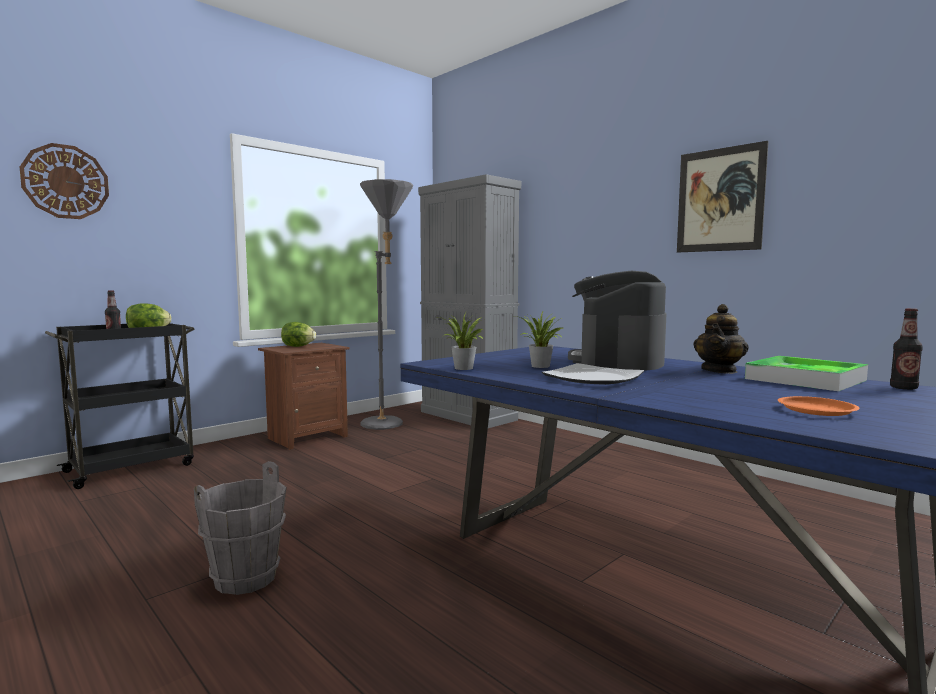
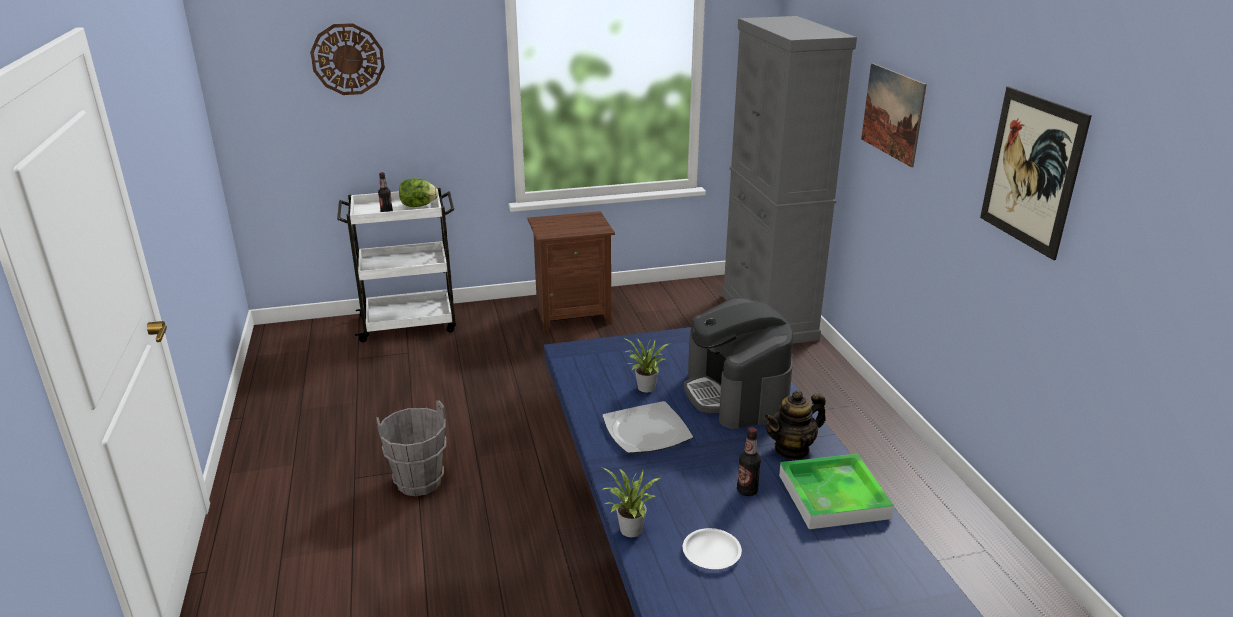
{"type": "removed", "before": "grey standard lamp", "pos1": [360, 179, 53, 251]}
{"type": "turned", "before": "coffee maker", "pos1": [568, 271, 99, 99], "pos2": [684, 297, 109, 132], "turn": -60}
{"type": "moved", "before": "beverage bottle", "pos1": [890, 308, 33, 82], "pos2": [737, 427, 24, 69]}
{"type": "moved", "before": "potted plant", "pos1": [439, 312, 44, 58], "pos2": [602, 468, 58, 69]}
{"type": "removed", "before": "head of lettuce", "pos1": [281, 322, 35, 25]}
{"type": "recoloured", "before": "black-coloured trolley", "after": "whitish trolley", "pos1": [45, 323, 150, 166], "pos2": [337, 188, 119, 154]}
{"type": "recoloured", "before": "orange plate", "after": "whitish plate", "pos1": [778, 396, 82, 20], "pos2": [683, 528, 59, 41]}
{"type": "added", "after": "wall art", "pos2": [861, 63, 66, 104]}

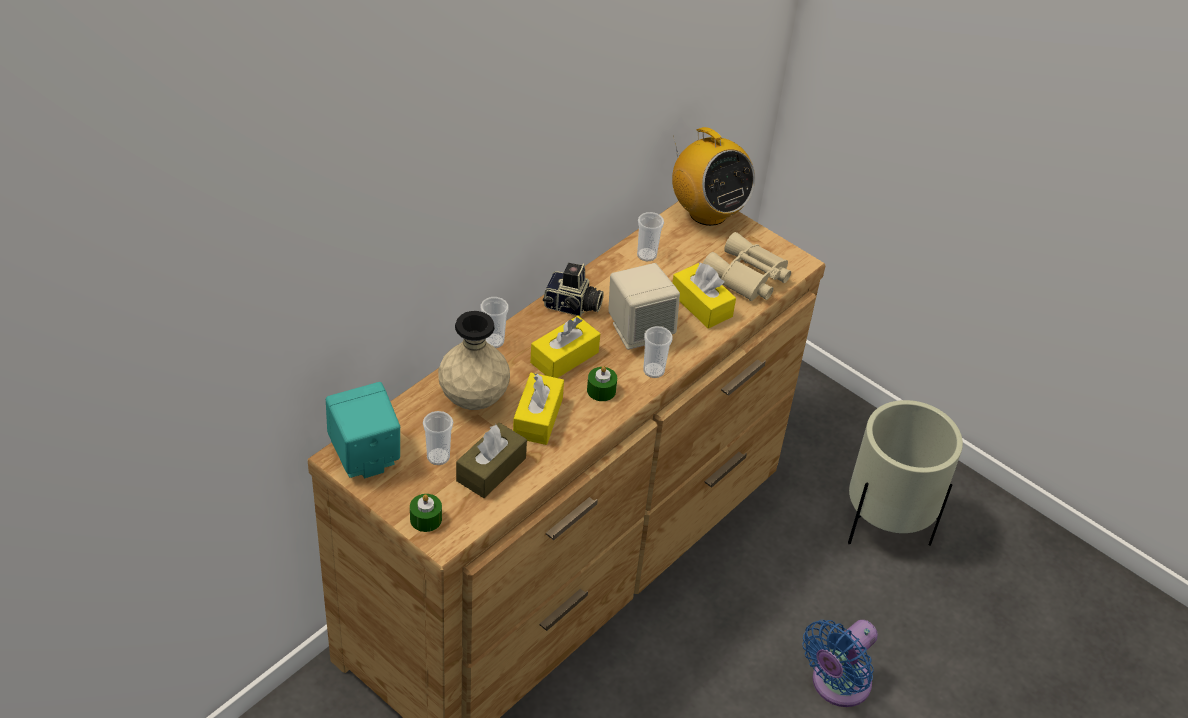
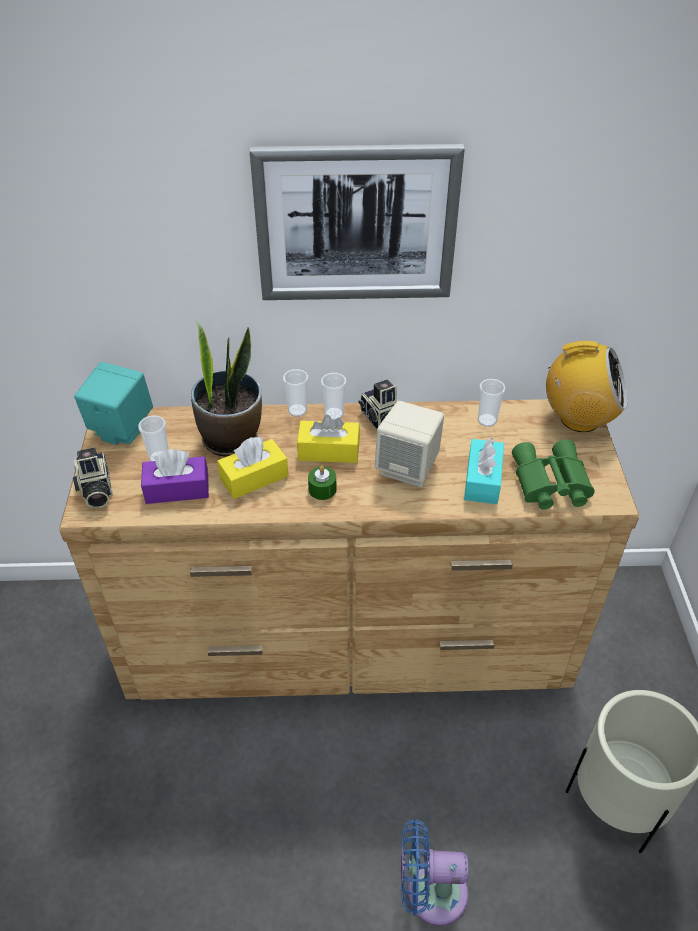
{"type": "turned", "before": "radio", "pos1": [672, 127, 83, 99], "pos2": [546, 341, 82, 91], "turn": -90}
{"type": "recoloured", "before": "sand-coloured field glasses", "after": "green field glasses", "pos1": [703, 232, 88, 69], "pos2": [512, 439, 83, 71]}
{"type": "recoloured", "before": "yellow-coloured tissue holder", "after": "blue-green tissue holder", "pos1": [672, 262, 64, 67], "pos2": [464, 438, 40, 66]}
{"type": "replaced", "before": "sand-coloured vase", "after": "potted plant", "pos1": [438, 311, 72, 99], "pos2": [191, 321, 71, 136]}
{"type": "moved", "before": "small cup", "pos1": [643, 326, 30, 52], "pos2": [321, 373, 25, 47]}
{"type": "recoloured", "before": "brownish tissue holder", "after": "purplish tissue holder", "pos1": [456, 423, 71, 75], "pos2": [141, 449, 68, 55]}
{"type": "replaced", "before": "green wax candle", "after": "still camera", "pos1": [410, 494, 32, 38], "pos2": [73, 447, 40, 62]}
{"type": "added", "after": "wall art", "pos2": [250, 144, 215, 156]}

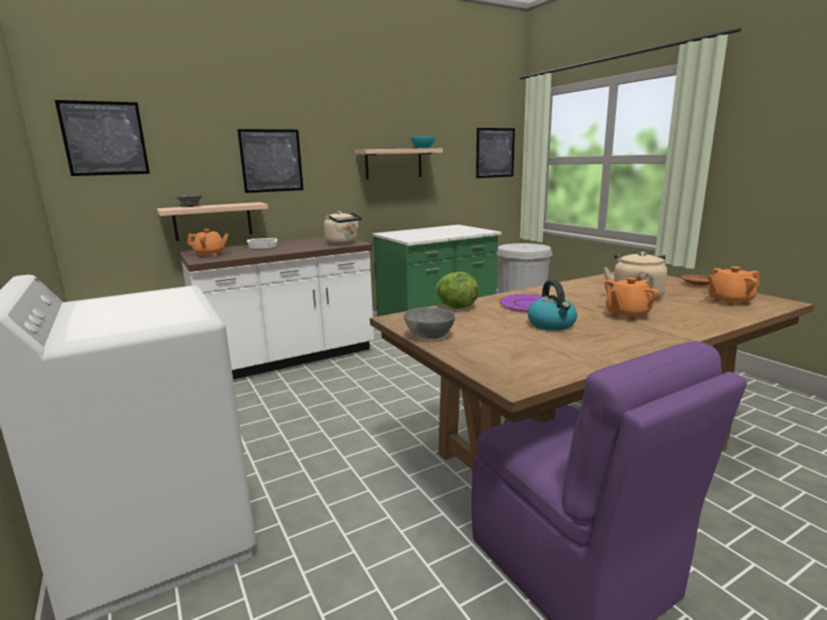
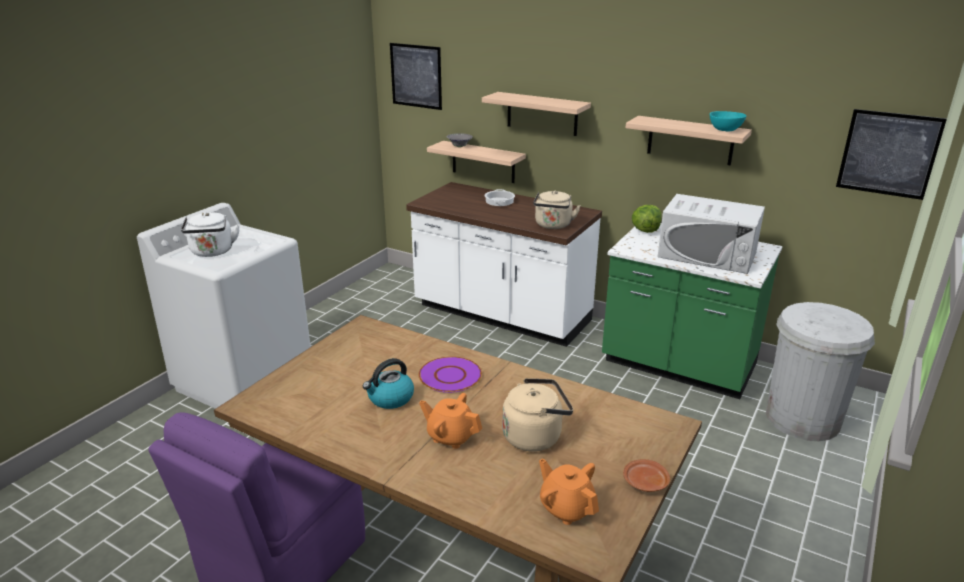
{"type": "replaced", "before": "wall art", "after": "wall shelf", "pos1": [237, 129, 66, 64], "pos2": [482, 92, 109, 44]}
{"type": "removed", "before": "orange pot for tea", "pos1": [187, 229, 42, 28]}
{"type": "moved", "before": "head of lettuce", "pos1": [436, 272, 43, 37], "pos2": [632, 205, 29, 28]}
{"type": "removed", "before": "grey bowl", "pos1": [404, 307, 51, 32]}
{"type": "added", "after": "whitish kitchen microwave", "pos2": [658, 194, 107, 80]}
{"type": "added", "after": "whitish kettle", "pos2": [181, 212, 59, 45]}

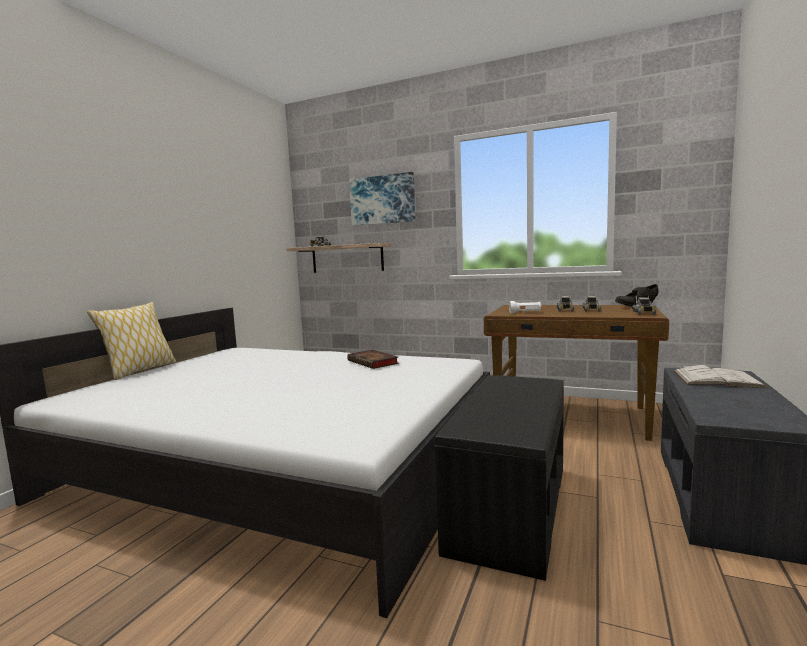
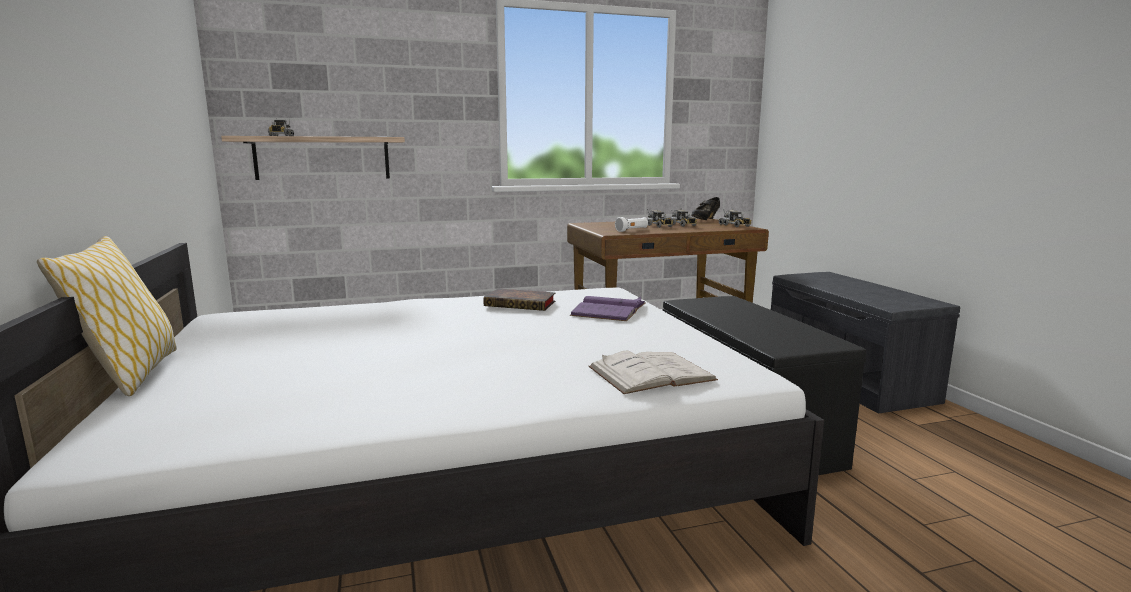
{"type": "removed", "before": "wall art", "pos1": [349, 172, 66, 54]}
{"type": "moved", "before": "whitish bound book", "pos1": [674, 365, 94, 23], "pos2": [588, 351, 130, 43]}
{"type": "added", "after": "purplish bound book", "pos2": [570, 296, 75, 25]}

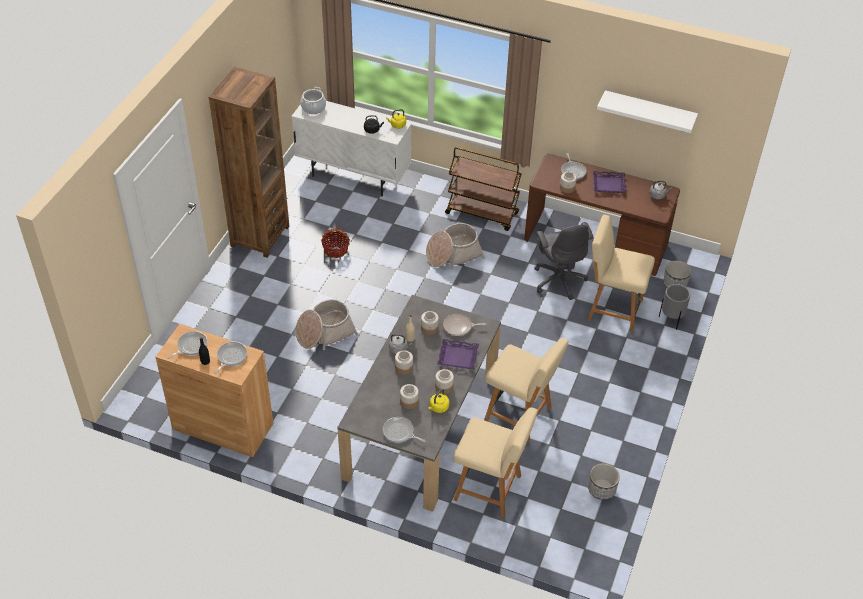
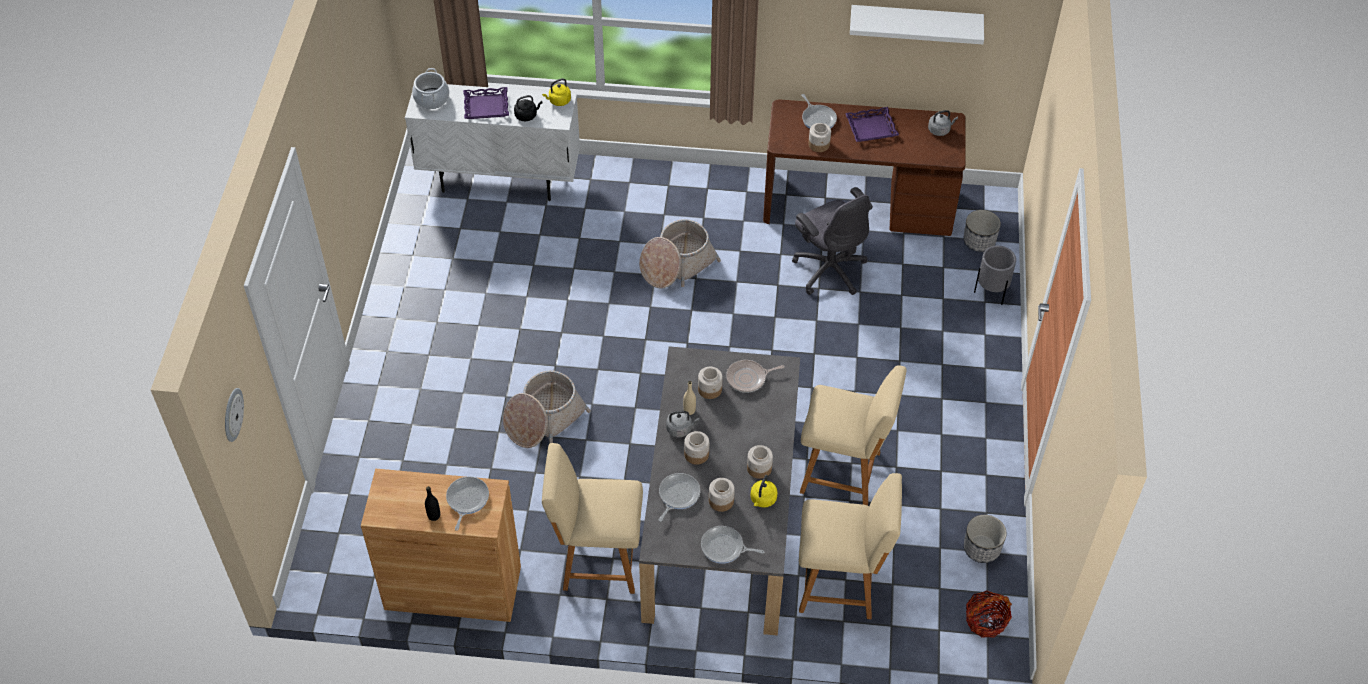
{"type": "removed", "before": "brownish bookcase", "pos1": [209, 67, 80, 191]}
{"type": "removed", "before": "brownish trolley", "pos1": [445, 147, 77, 84]}
{"type": "moved", "before": "sand-coloured plain chair", "pos1": [587, 215, 68, 117], "pos2": [542, 443, 101, 151]}
{"type": "moved", "before": "storage basket", "pos1": [321, 228, 29, 30], "pos2": [966, 590, 46, 48]}
{"type": "moved", "before": "skillet", "pos1": [168, 331, 40, 28], "pos2": [659, 473, 41, 49]}
{"type": "moved", "before": "purplish tray", "pos1": [437, 339, 42, 31], "pos2": [463, 87, 46, 32]}
{"type": "added", "after": "hanging clock", "pos2": [225, 388, 19, 54]}

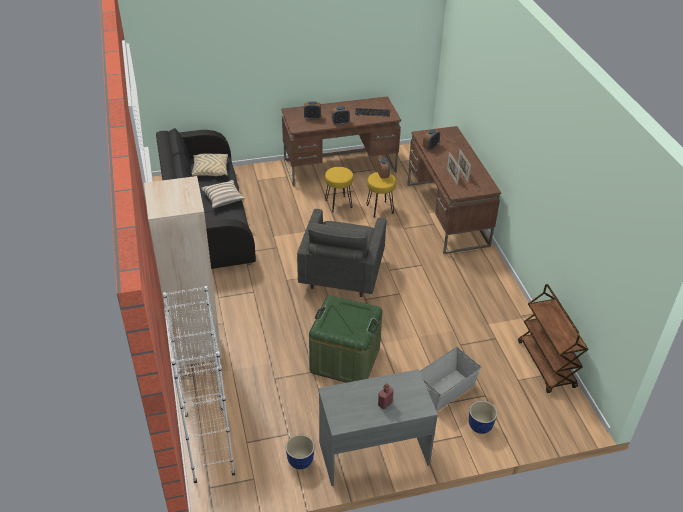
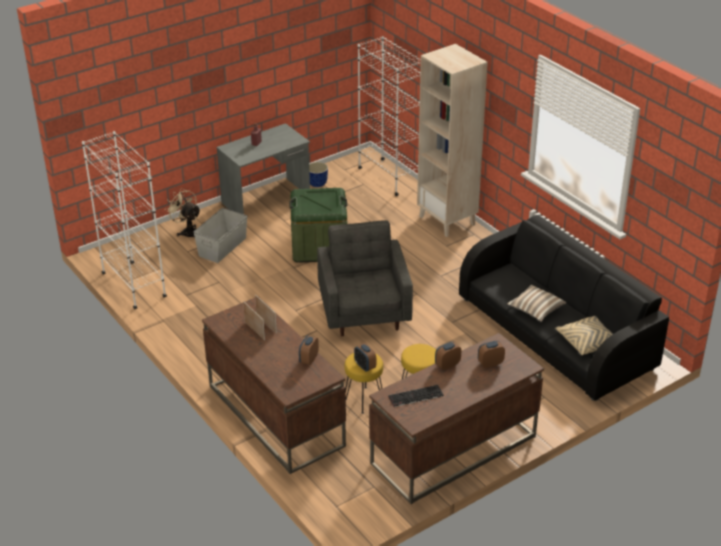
{"type": "replaced", "before": "brownish trolley", "after": "whitish bookcase", "pos1": [518, 284, 70, 109], "pos2": [82, 131, 85, 178]}
{"type": "replaced", "before": "flower pot", "after": "sand-coloured electric fan", "pos1": [469, 401, 28, 33], "pos2": [165, 188, 36, 49]}

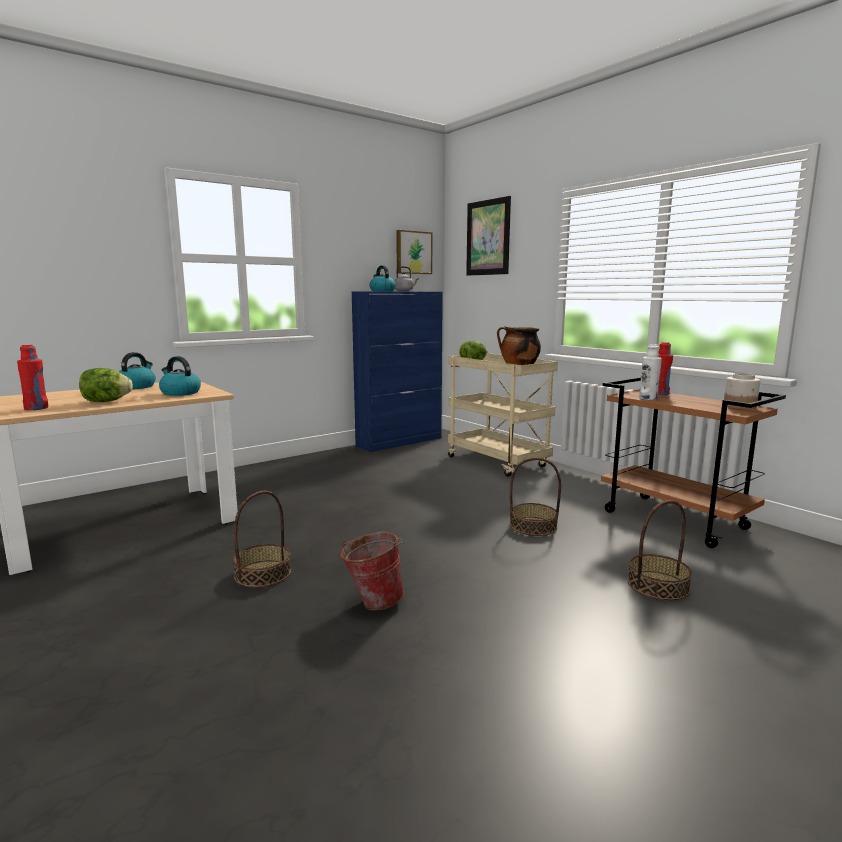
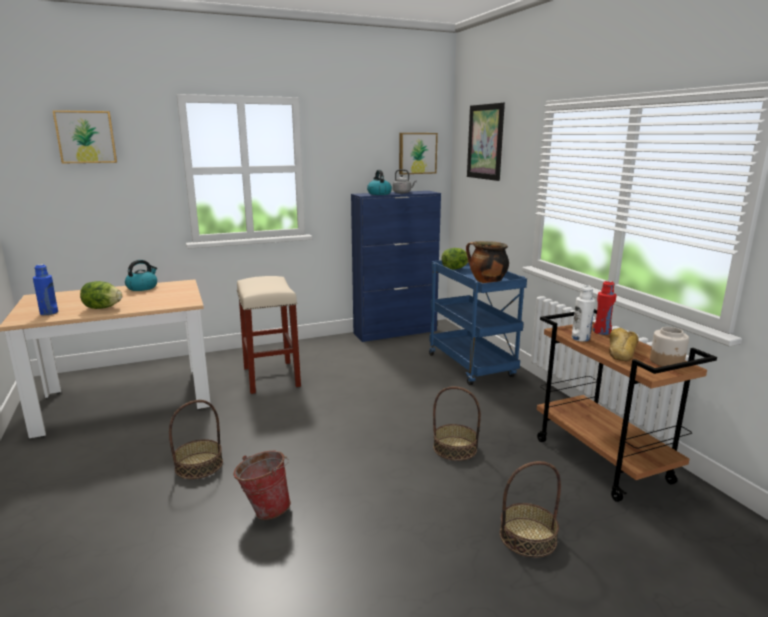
{"type": "recoloured", "before": "red-coloured beverage bottle", "after": "blue beverage bottle", "pos1": [17, 344, 31, 66], "pos2": [33, 264, 25, 51]}
{"type": "recoloured", "before": "sand-coloured trolley", "after": "blue trolley", "pos1": [448, 353, 110, 124], "pos2": [429, 260, 98, 125]}
{"type": "removed", "before": "kettle", "pos1": [159, 356, 42, 40]}
{"type": "added", "after": "wall art", "pos2": [52, 110, 65, 54]}
{"type": "added", "after": "sand-coloured stool", "pos2": [237, 276, 64, 118]}
{"type": "added", "after": "bread", "pos2": [609, 328, 30, 33]}

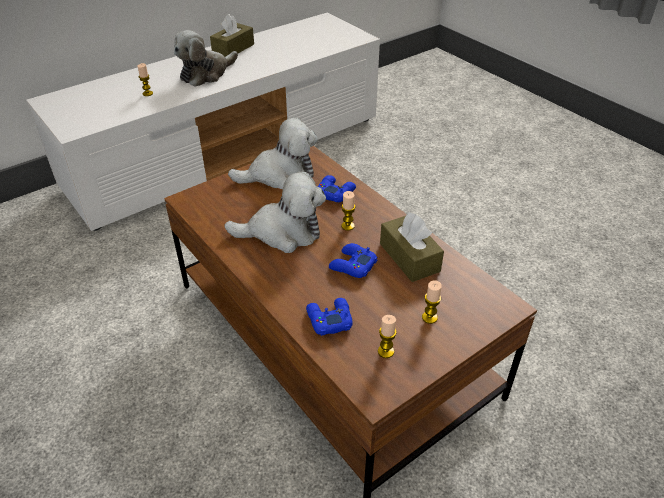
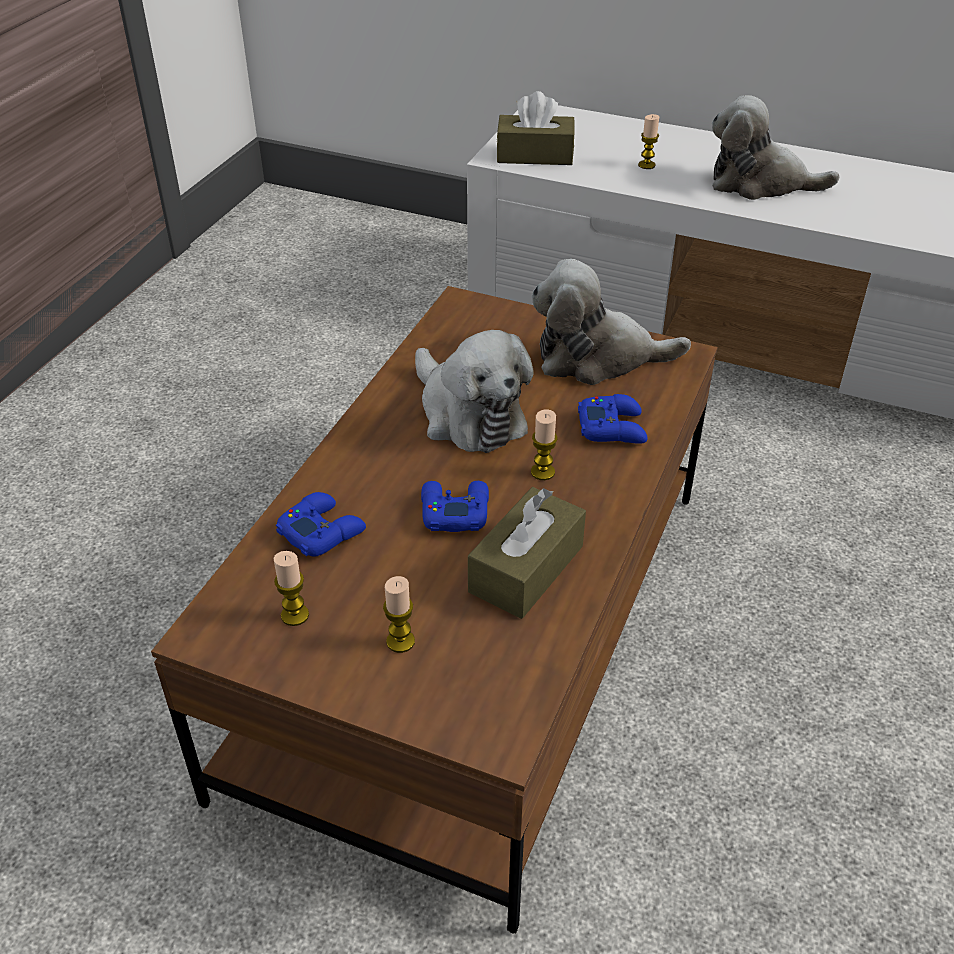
{"type": "moved", "before": "brownish tissue holder", "pos1": [210, 14, 44, 43], "pos2": [497, 91, 78, 74]}
{"type": "turned", "before": "cuddly toy", "pos1": [228, 117, 90, 72], "pos2": [531, 259, 160, 126], "turn": 135}

